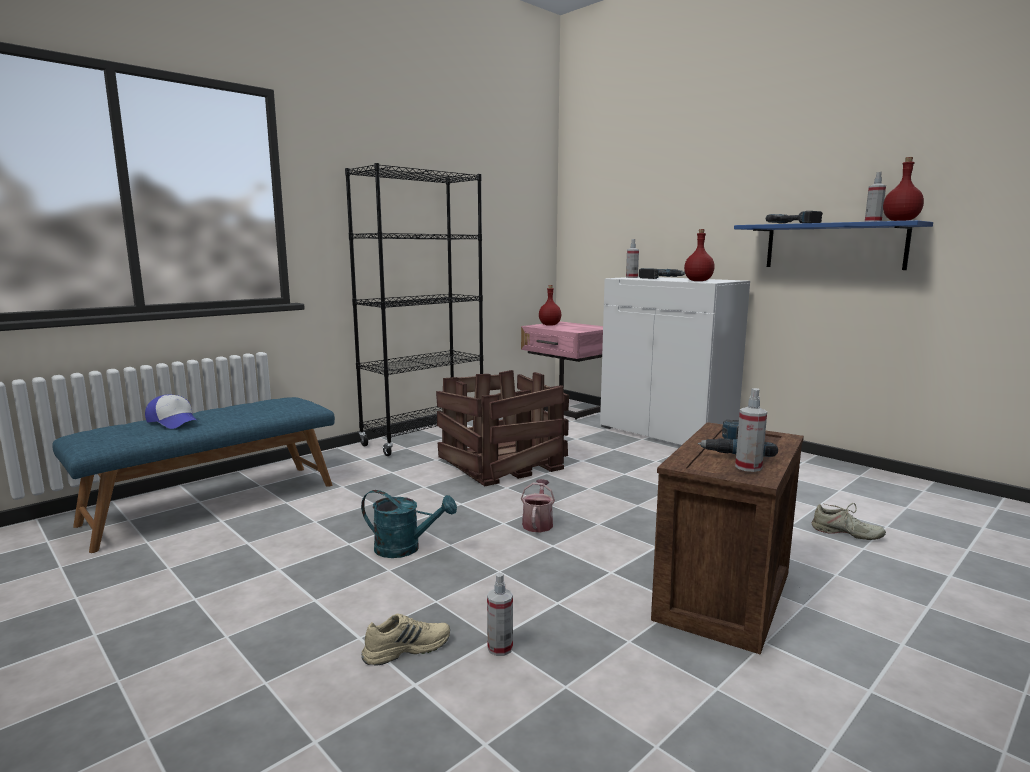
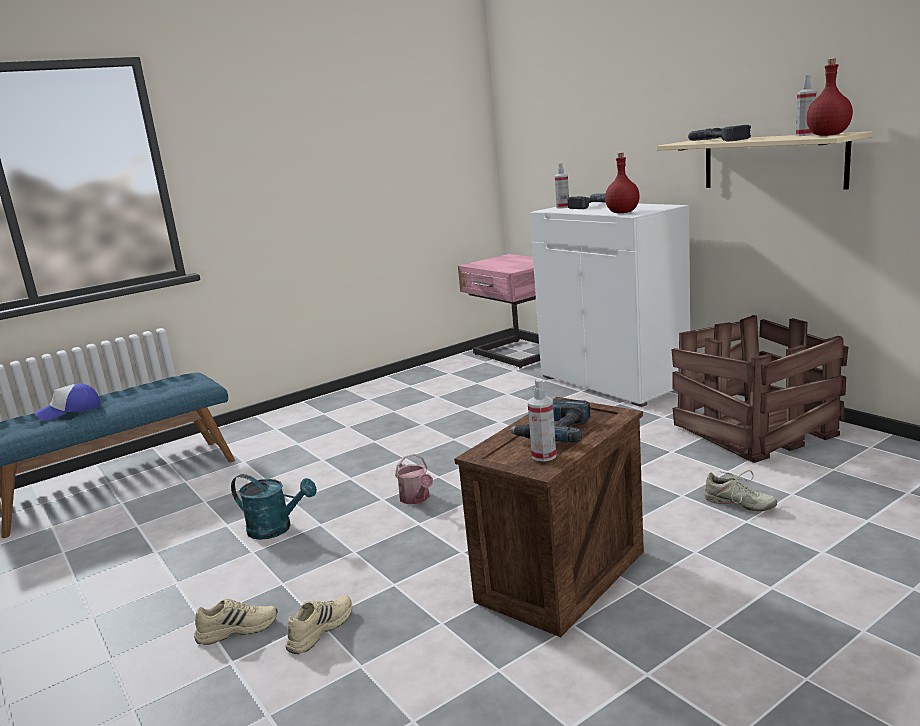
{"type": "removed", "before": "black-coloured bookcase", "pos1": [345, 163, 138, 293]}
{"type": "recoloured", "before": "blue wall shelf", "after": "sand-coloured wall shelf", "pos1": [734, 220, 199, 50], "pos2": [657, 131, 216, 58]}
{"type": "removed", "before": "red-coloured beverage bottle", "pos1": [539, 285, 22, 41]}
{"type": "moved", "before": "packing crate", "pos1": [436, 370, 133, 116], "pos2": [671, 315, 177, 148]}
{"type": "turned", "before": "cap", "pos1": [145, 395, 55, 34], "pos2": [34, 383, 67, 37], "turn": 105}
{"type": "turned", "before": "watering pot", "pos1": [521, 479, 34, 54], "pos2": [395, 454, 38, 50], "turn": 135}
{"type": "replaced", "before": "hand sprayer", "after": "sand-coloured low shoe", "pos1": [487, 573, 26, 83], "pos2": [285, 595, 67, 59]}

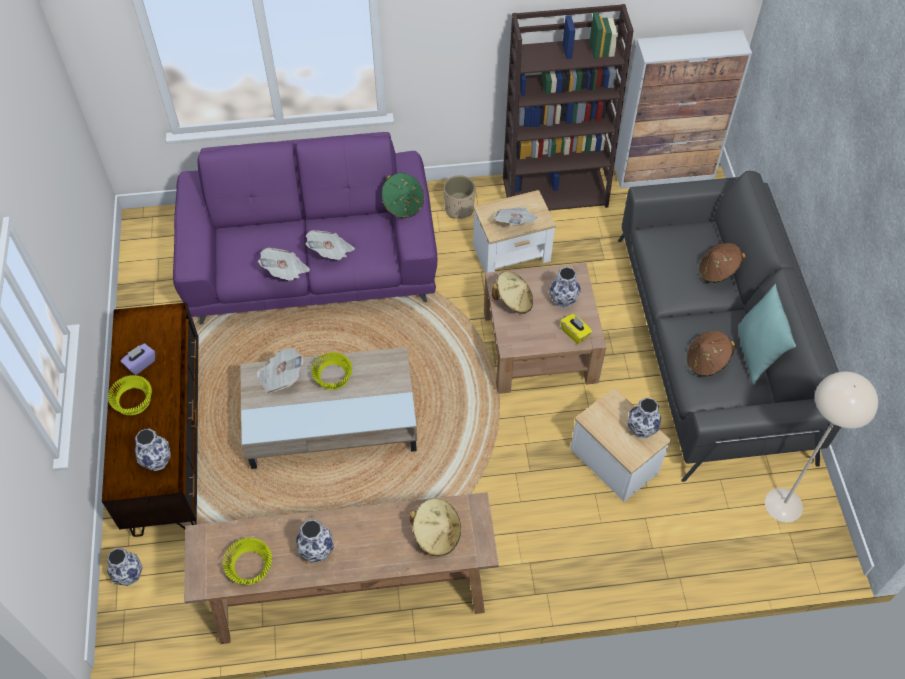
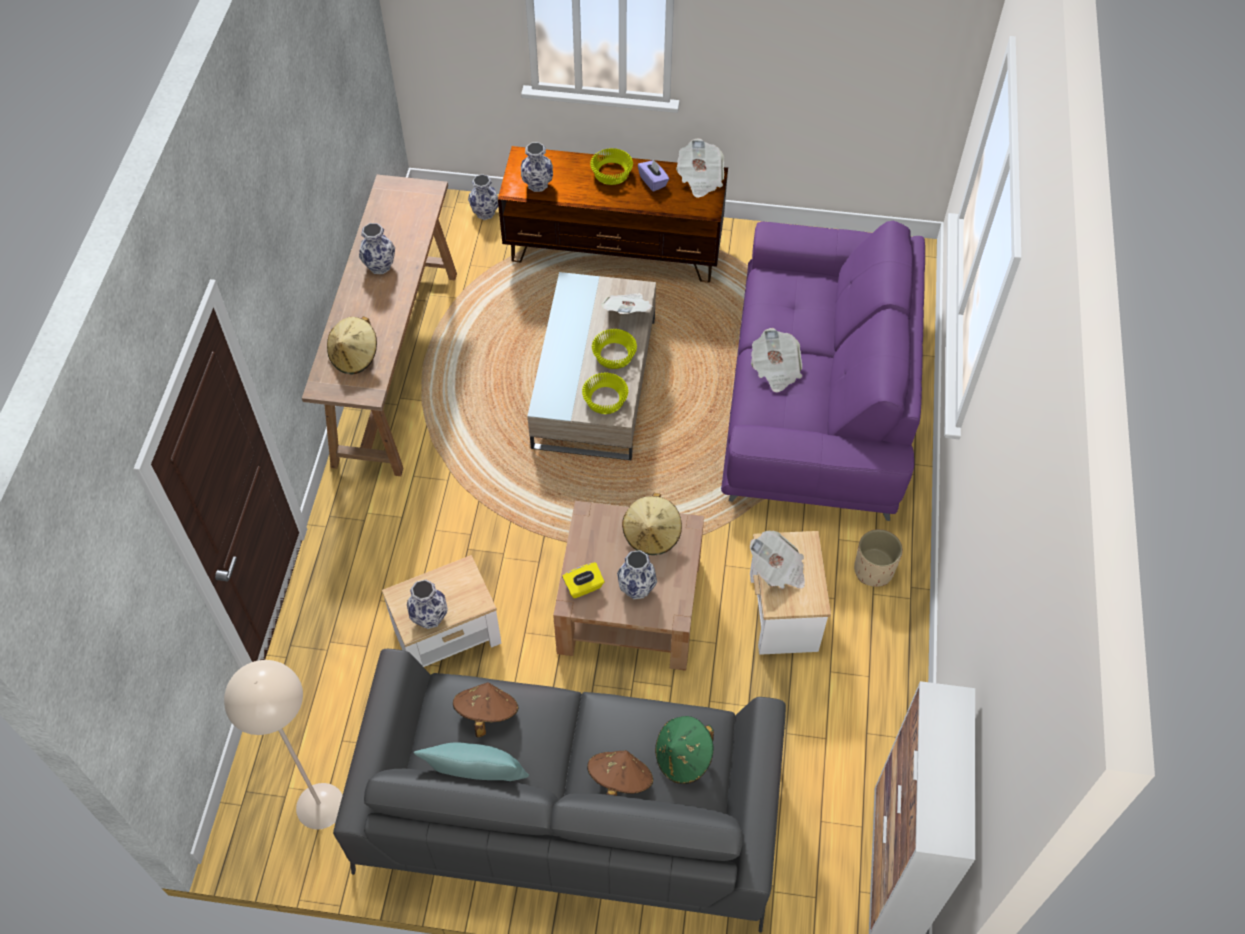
{"type": "removed", "before": "brownish bookcase", "pos1": [503, 4, 131, 207]}
{"type": "moved", "before": "green clothing hat", "pos1": [382, 173, 42, 45], "pos2": [655, 716, 59, 68]}
{"type": "moved", "before": "newspaper", "pos1": [258, 248, 52, 33], "pos2": [676, 138, 48, 60]}
{"type": "moved", "before": "yellow-coloured bowl", "pos1": [223, 538, 49, 47], "pos2": [582, 373, 46, 41]}

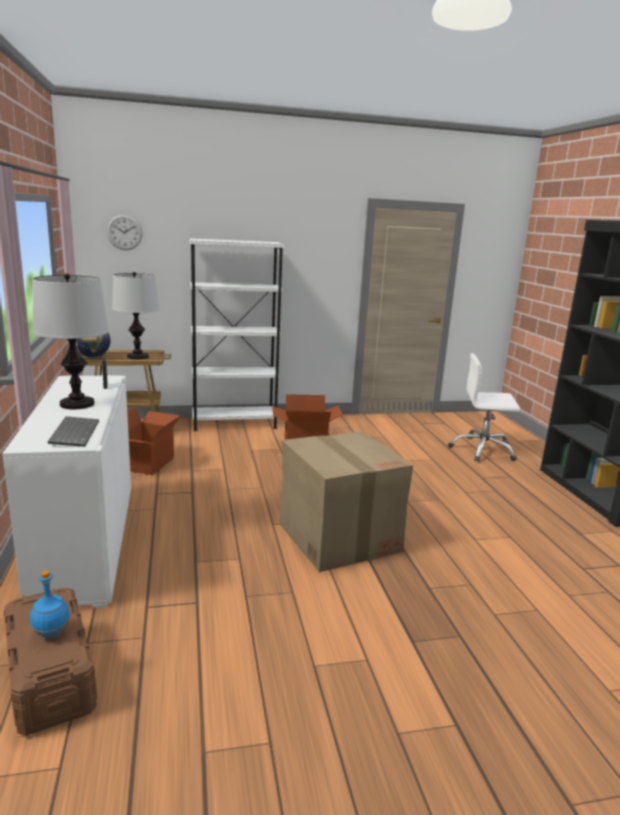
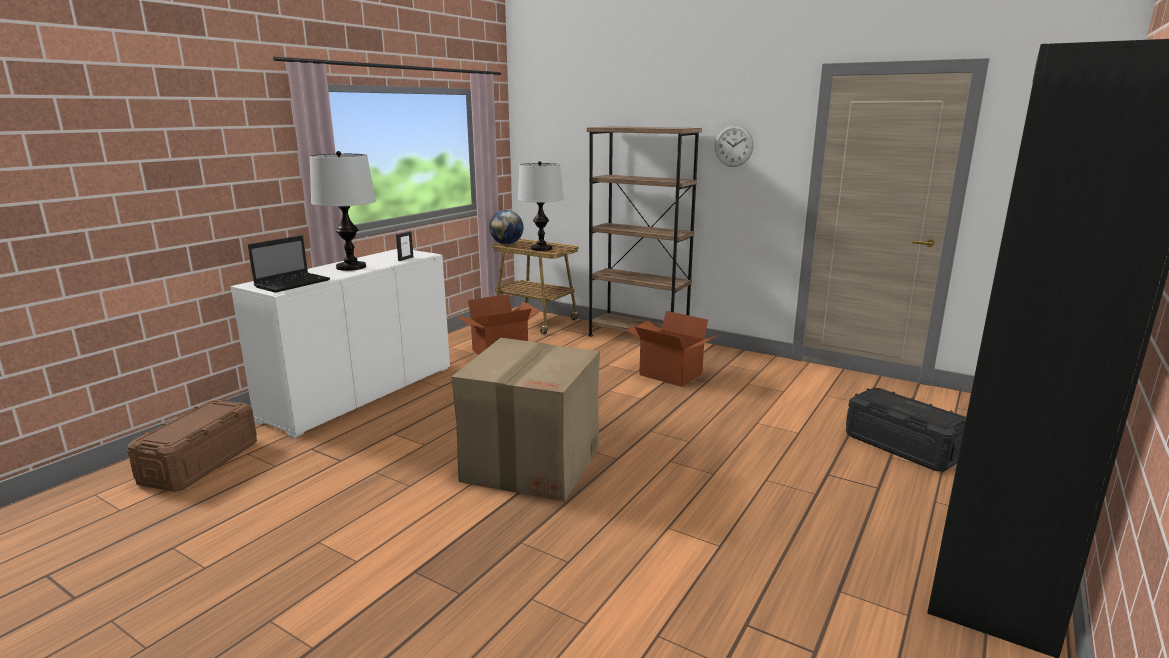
{"type": "moved", "before": "hanging clock", "pos1": [107, 215, 36, 35], "pos2": [715, 125, 39, 42]}
{"type": "recoloured", "before": "whitish bookcase", "after": "brownish bookcase", "pos1": [189, 238, 96, 193], "pos2": [587, 127, 115, 210]}
{"type": "replaced", "before": "whitish desk chair", "after": "black-coloured storage bin", "pos1": [448, 353, 72, 109], "pos2": [846, 388, 120, 84]}
{"type": "replaced", "before": "PC keyboard", "after": "notebook computer", "pos1": [48, 416, 51, 31], "pos2": [248, 235, 82, 58]}
{"type": "removed", "before": "blue beverage bottle", "pos1": [30, 570, 40, 69]}

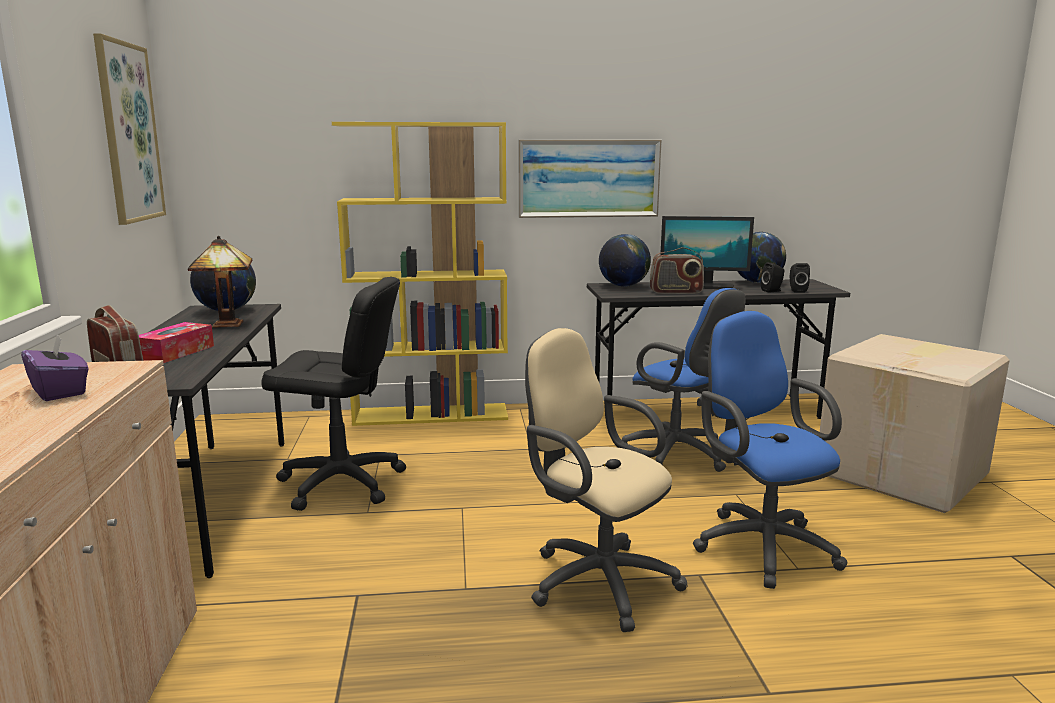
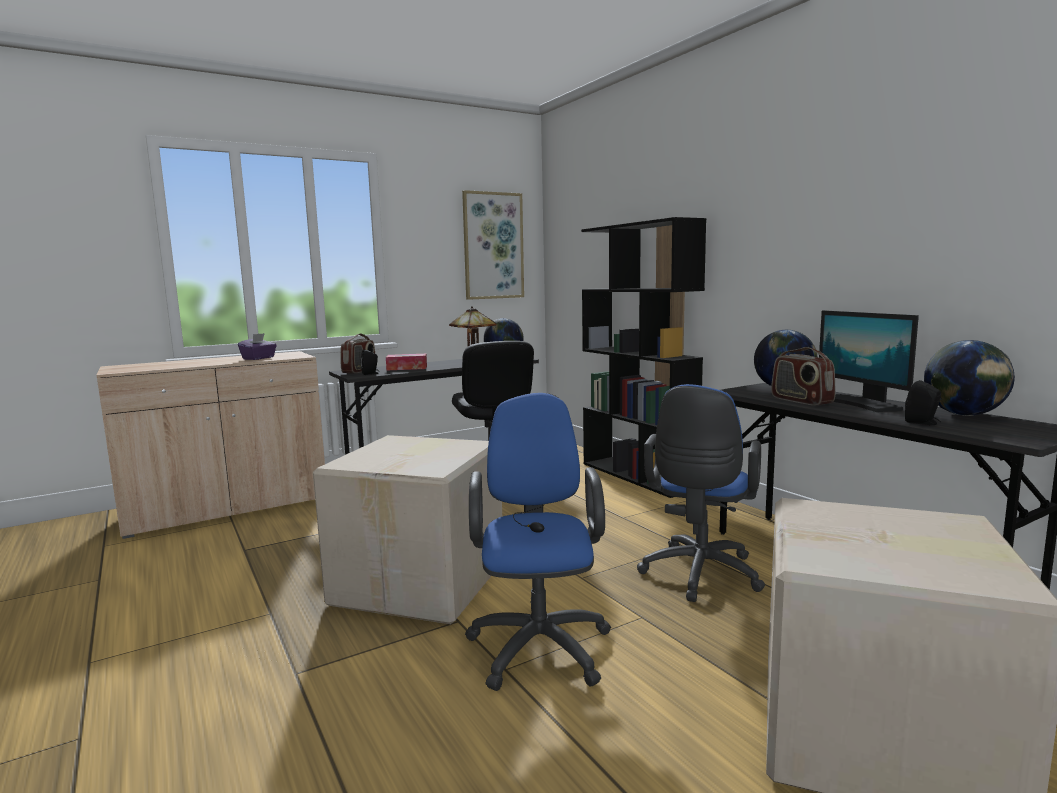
{"type": "recoloured", "before": "yellow-coloured bookcase", "after": "black-coloured bookcase", "pos1": [332, 122, 176, 304], "pos2": [581, 217, 125, 281]}
{"type": "removed", "before": "wall art", "pos1": [518, 139, 144, 79]}
{"type": "moved", "before": "black-coloured audio speaker", "pos1": [790, 263, 20, 30], "pos2": [361, 349, 18, 26]}
{"type": "turned", "before": "blue desk chair", "pos1": [693, 311, 154, 278], "pos2": [465, 393, 146, 298], "turn": -45}
{"type": "replaced", "before": "sand-coloured desk chair", "after": "cardboard box", "pos1": [525, 328, 162, 304], "pos2": [313, 435, 189, 189]}

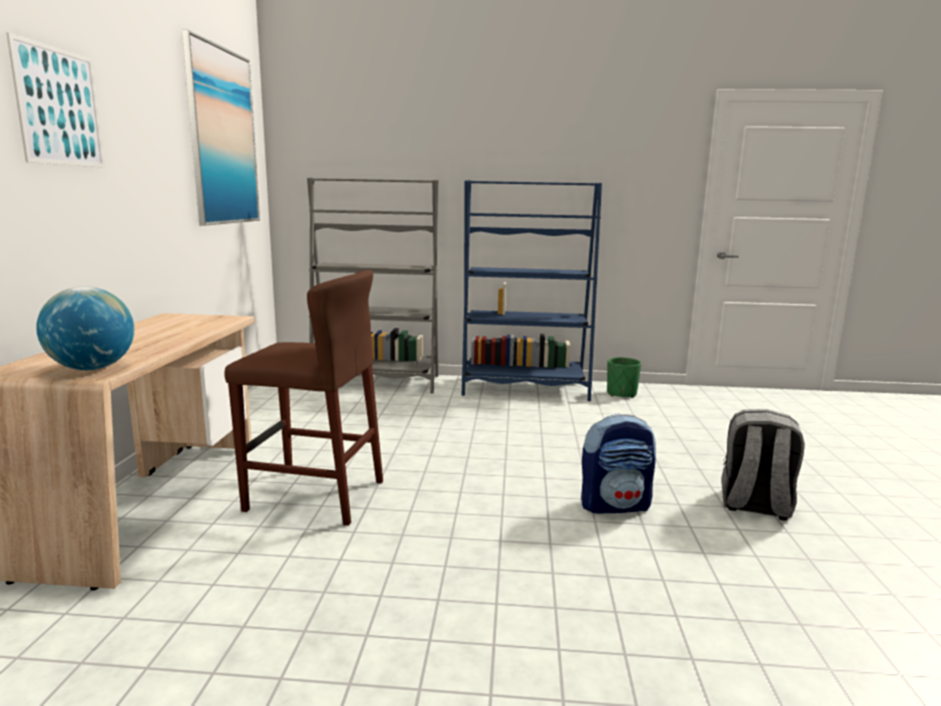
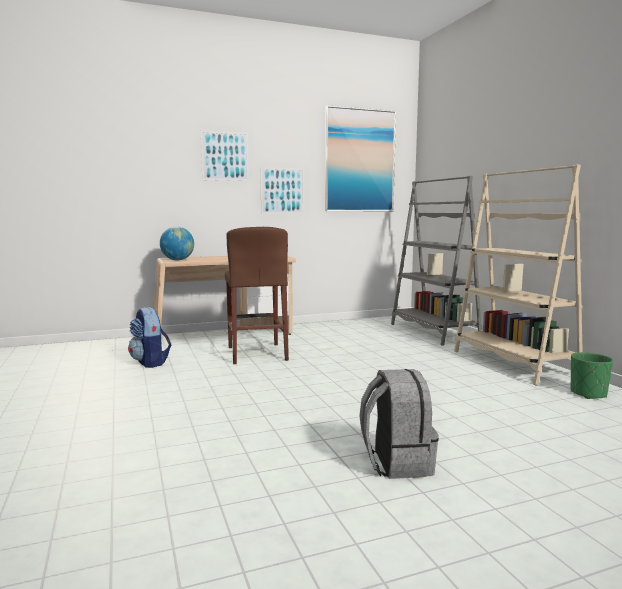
{"type": "recoloured", "before": "blue bookcase", "after": "sand-coloured bookcase", "pos1": [462, 180, 140, 221], "pos2": [454, 164, 129, 221]}
{"type": "moved", "before": "knapsack", "pos1": [581, 414, 75, 99], "pos2": [128, 307, 43, 61]}
{"type": "added", "after": "wall art", "pos2": [260, 167, 44, 47]}

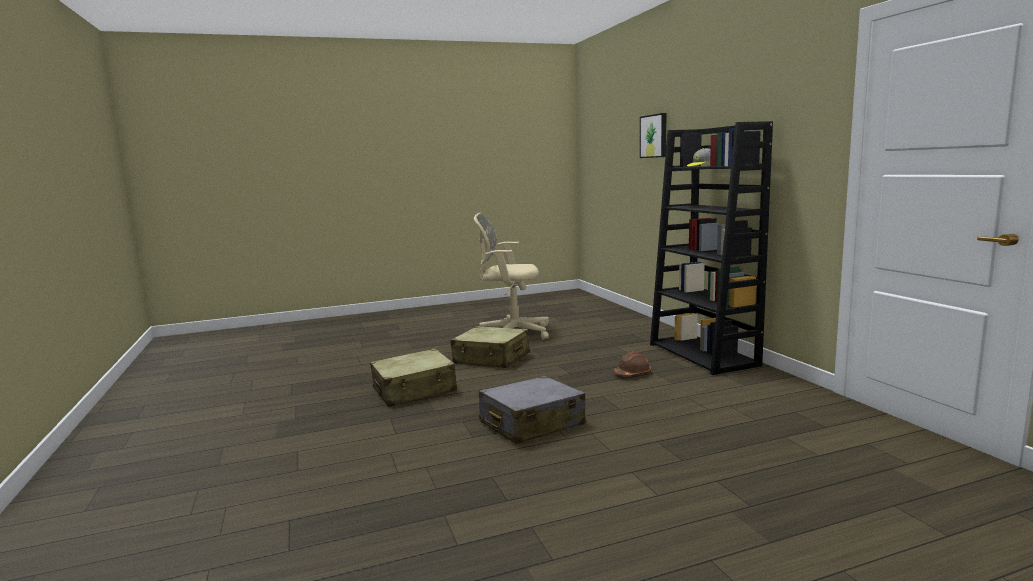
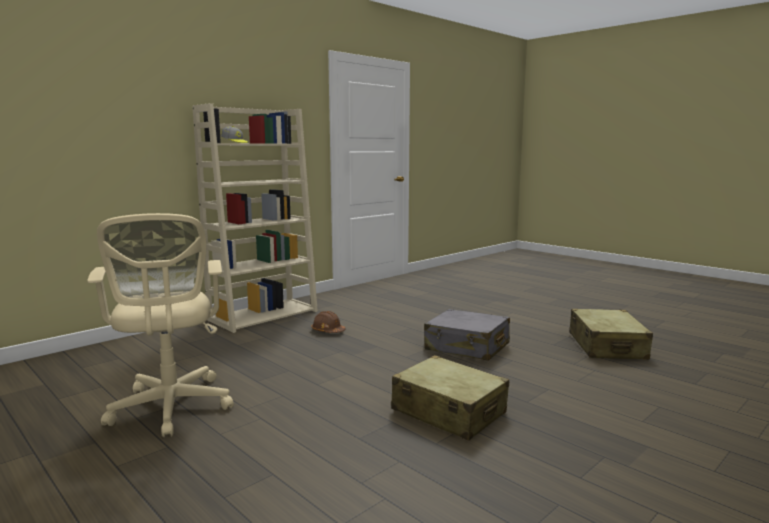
{"type": "removed", "before": "wall art", "pos1": [640, 113, 26, 45]}
{"type": "recoloured", "before": "black-coloured bookcase", "after": "sand-coloured bookcase", "pos1": [650, 121, 123, 254], "pos2": [192, 103, 126, 230]}
{"type": "moved", "before": "sand-coloured suitcase", "pos1": [450, 326, 80, 42], "pos2": [569, 309, 84, 51]}

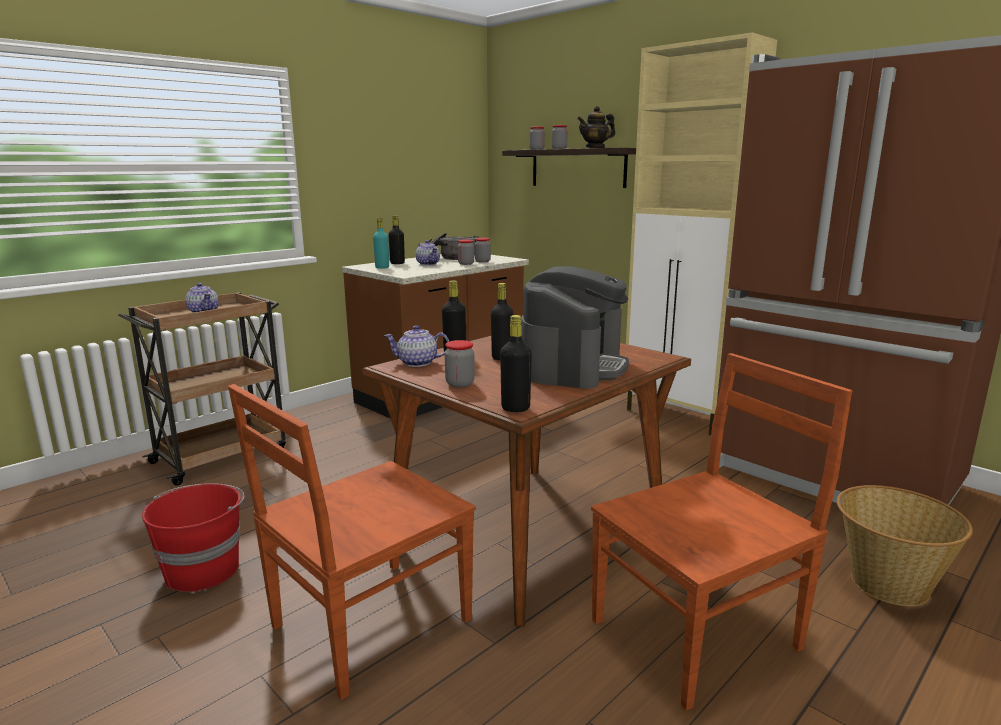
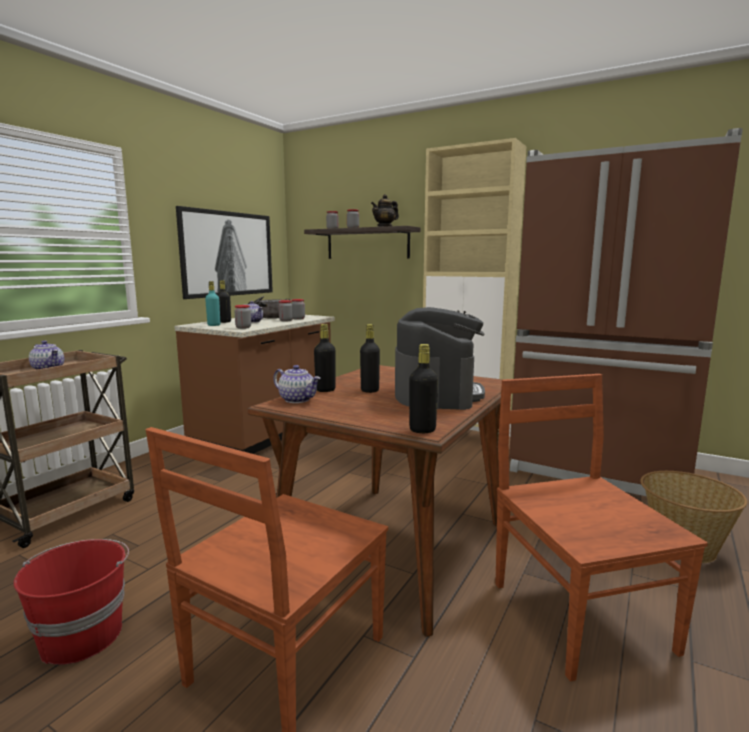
{"type": "turned", "before": "pot for tea", "pos1": [384, 325, 65, 42], "pos2": [273, 365, 48, 38], "turn": -135}
{"type": "moved", "before": "preserve jar", "pos1": [445, 340, 30, 48], "pos2": [235, 305, 16, 24]}
{"type": "turned", "before": "brownish plain chair", "pos1": [591, 353, 261, 358], "pos2": [495, 374, 213, 308], "turn": -60}
{"type": "added", "after": "wall art", "pos2": [176, 206, 97, 93]}

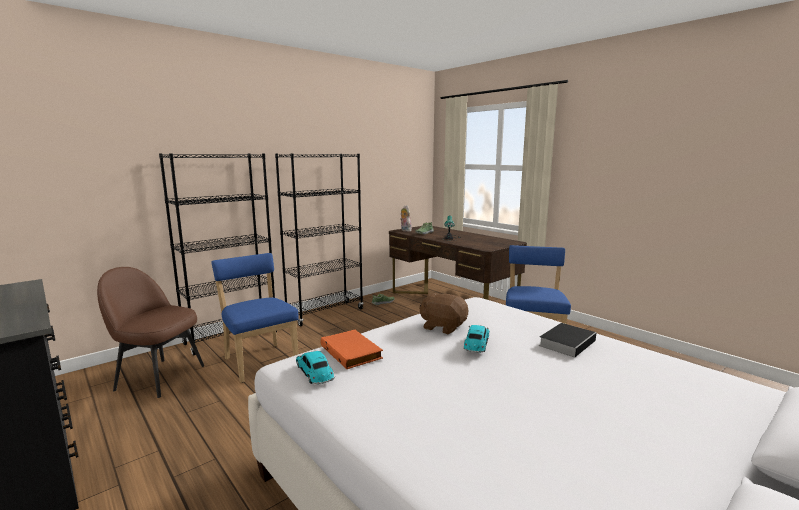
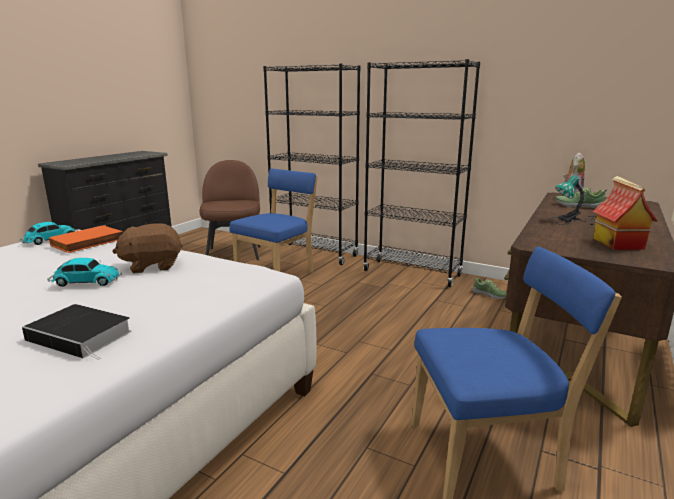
{"type": "turned", "before": "brownish cuddly toy", "pos1": [419, 292, 49, 42], "pos2": [112, 223, 71, 50], "turn": -120}
{"type": "added", "after": "miniature house", "pos2": [593, 176, 65, 74]}

